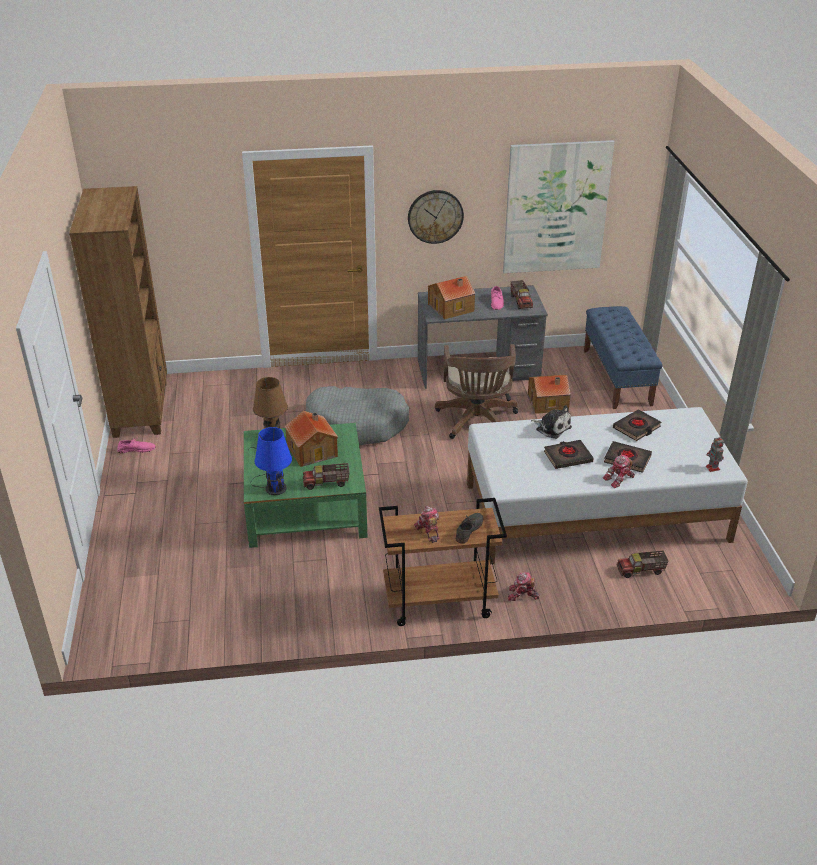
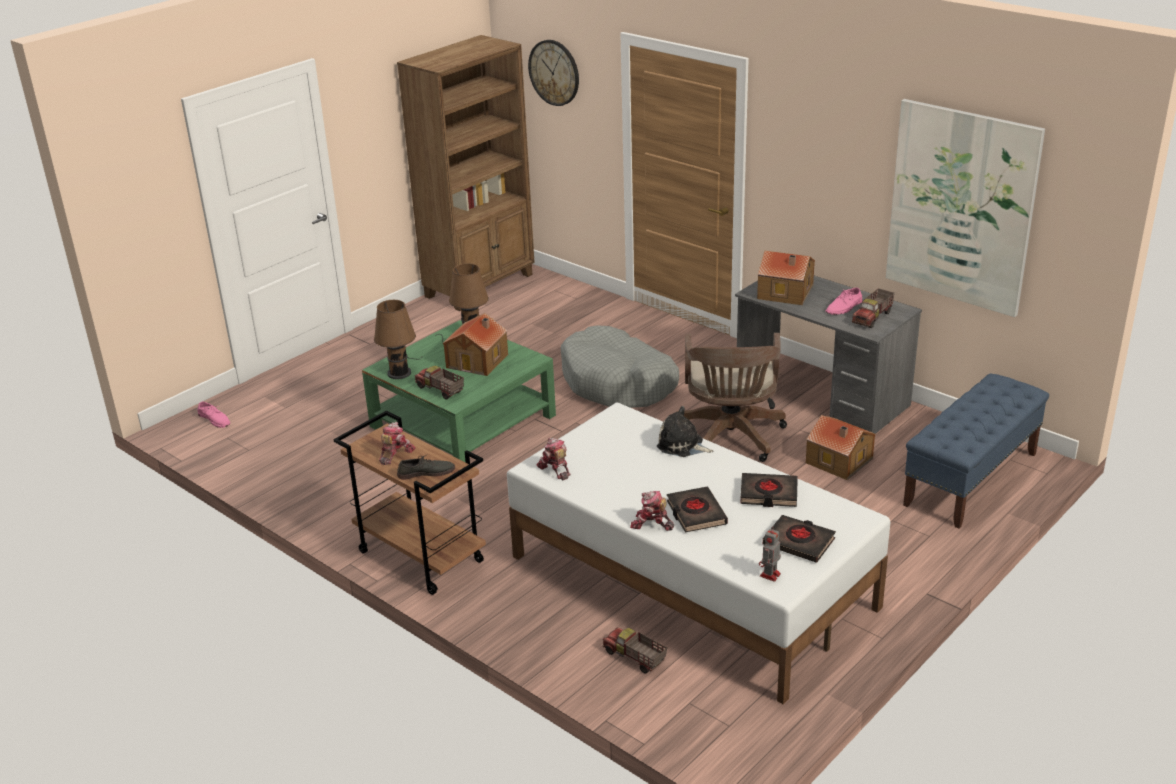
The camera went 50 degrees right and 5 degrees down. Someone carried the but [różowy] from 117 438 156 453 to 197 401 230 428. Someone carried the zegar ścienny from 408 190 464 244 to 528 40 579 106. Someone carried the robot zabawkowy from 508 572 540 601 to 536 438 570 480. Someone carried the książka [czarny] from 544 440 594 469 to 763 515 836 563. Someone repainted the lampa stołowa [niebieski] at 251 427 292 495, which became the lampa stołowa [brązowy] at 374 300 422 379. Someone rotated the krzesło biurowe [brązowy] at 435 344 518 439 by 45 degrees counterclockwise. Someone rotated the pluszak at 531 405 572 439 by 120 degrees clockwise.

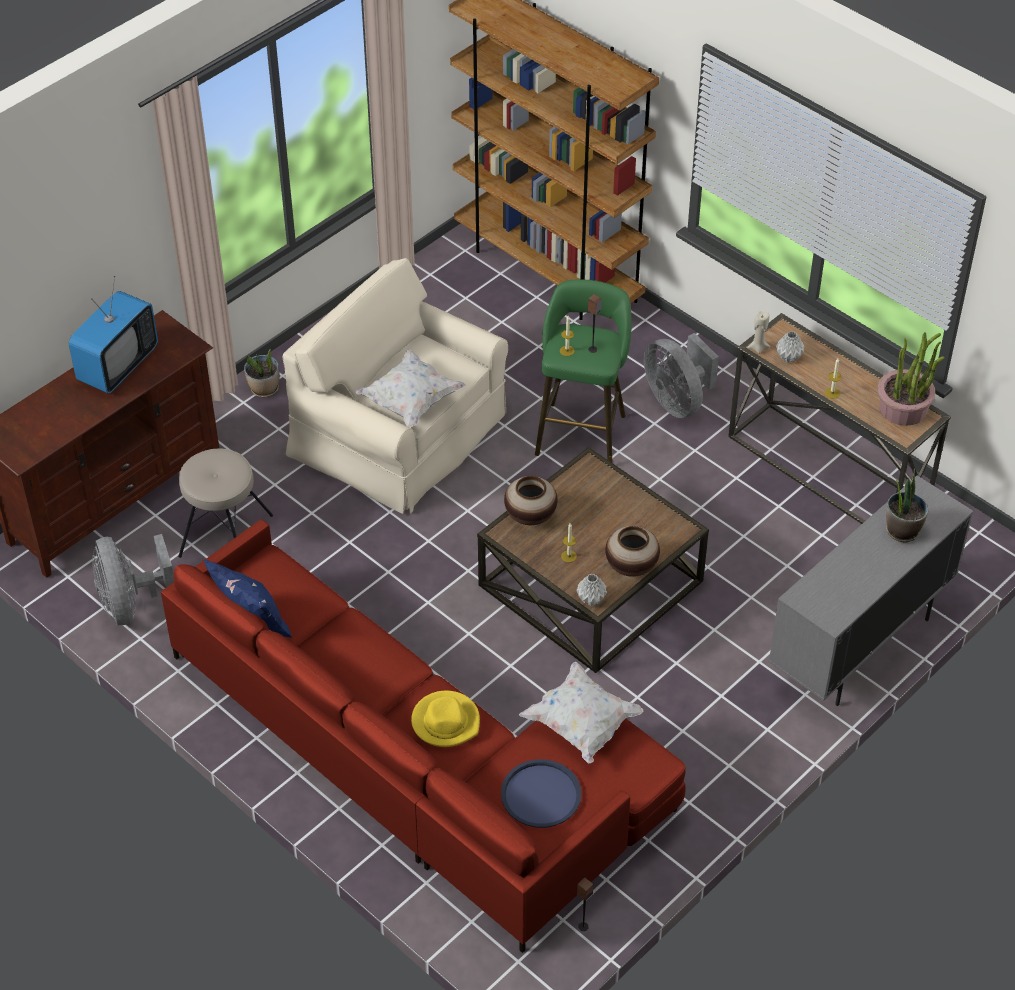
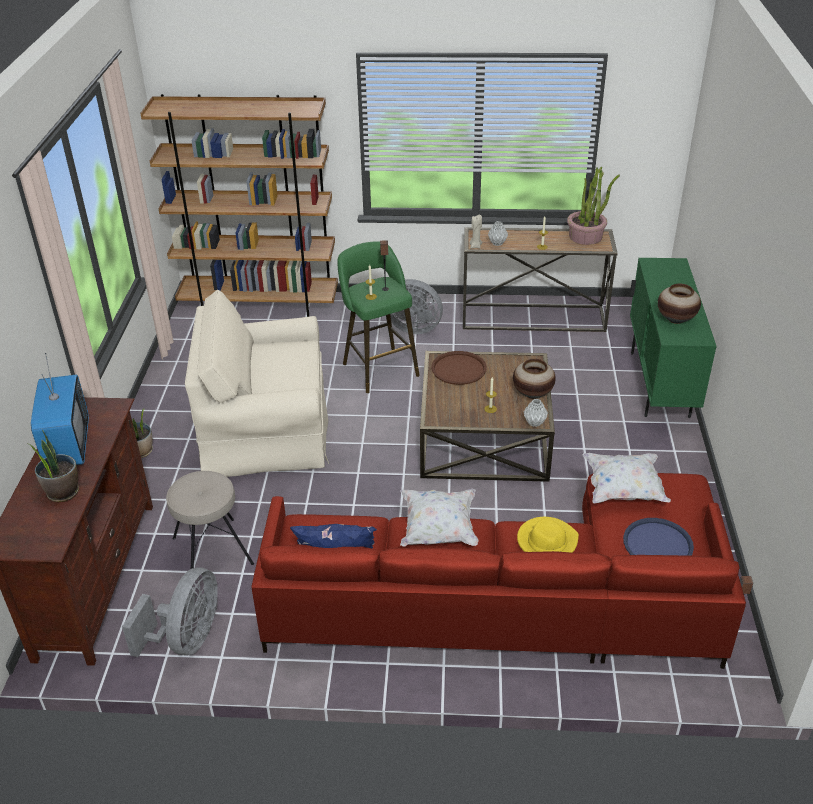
The camera went 40 degrees left and 10 degrees down. Someone put down the taca [brązowy] at 431 351 487 385. Someone carried the poduszka [biały] from 355 349 466 428 to 400 489 479 547. Someone carried the wazon from 504 476 558 525 to 658 284 701 324. Someone carried the roślina doniczkowa from 886 468 928 543 to 29 430 79 502. Someone repainted the szafka [szary] at 769 476 973 706, which became the szafka [zielony] at 630 258 717 418. Someone rotated the wentylator [szary] at 93 534 174 625 by 105 degrees counterclockwise.

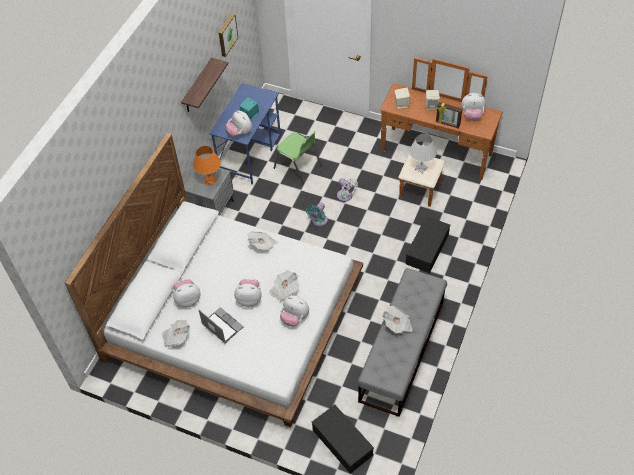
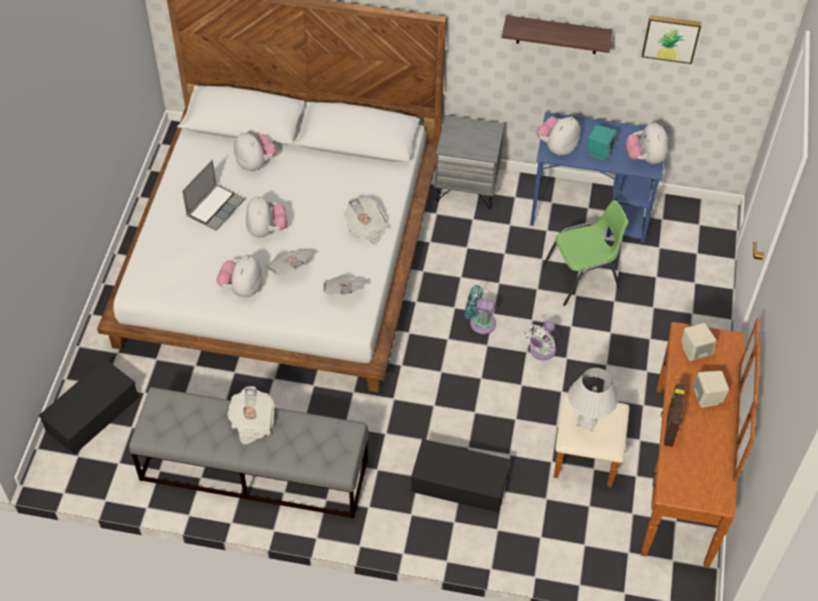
The camera went 75 degrees right and 0 degrees up. Someone took away the lampa stołowa [pomarańczowy] at 193 146 221 186. Someone carried the gazeta from 162 320 190 347 to 323 272 366 296. Someone carried the pluszak from 462 93 486 121 to 626 122 668 164. Someone rotated the krzesło [zielony] at 273 131 322 184 by 135 degrees counterclockwise.

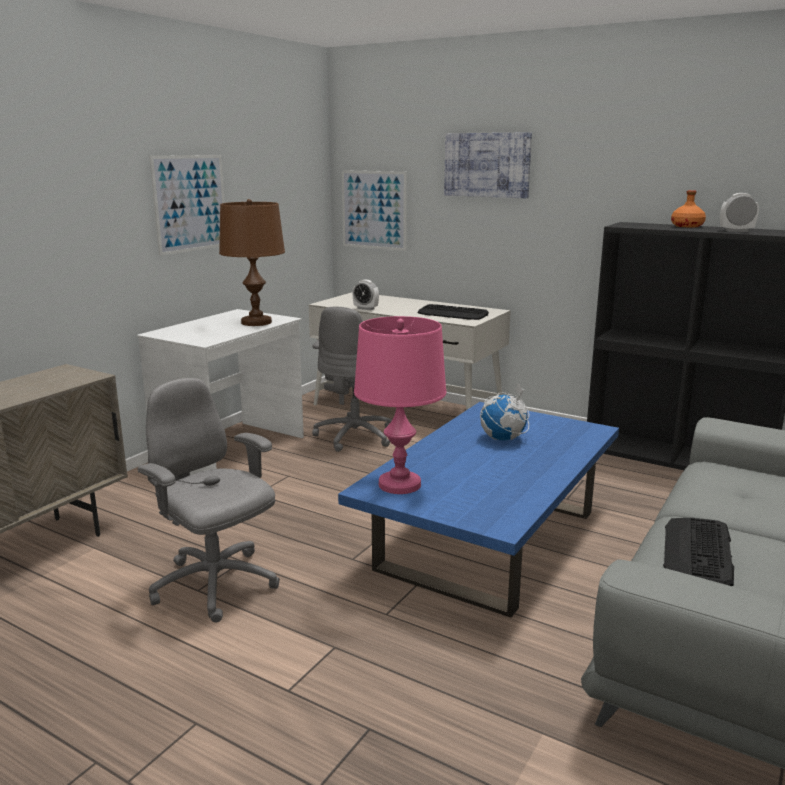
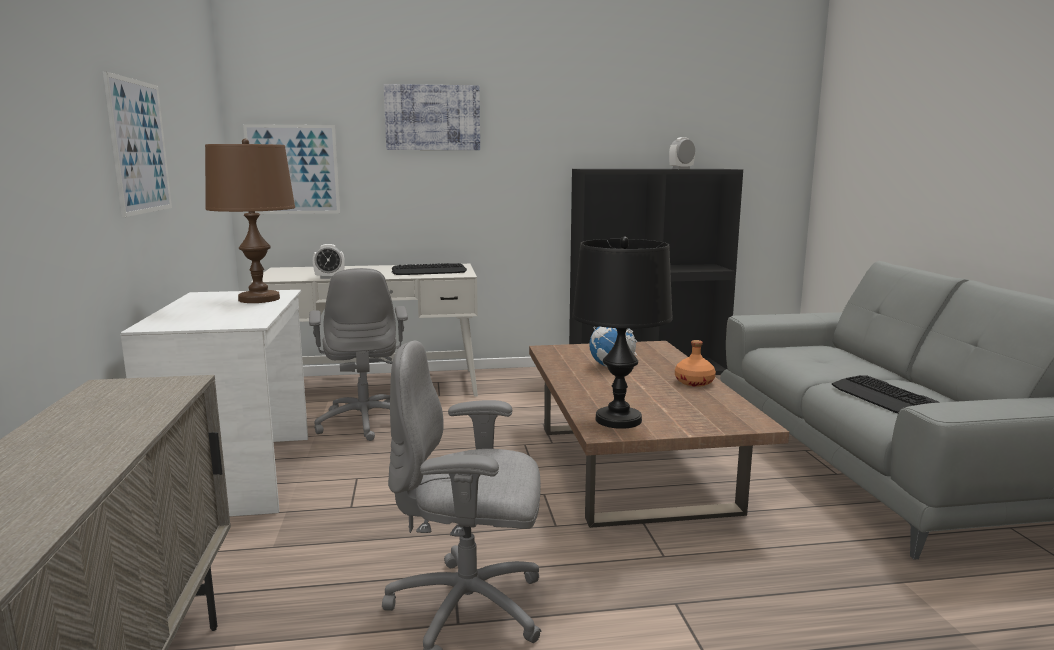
The camera went 40 degrees left and 5 degrees down. Someone carried the butelka [pomarańczowy] from 671 190 706 227 to 675 340 716 387. Someone repainted the ława [niebieski] at 338 402 619 618, which became the ława [brązowy] at 529 341 789 528. Someone repainted the lampa stołowa [różowy] at 354 316 446 494, which became the lampa stołowa [czarny] at 572 237 673 429.

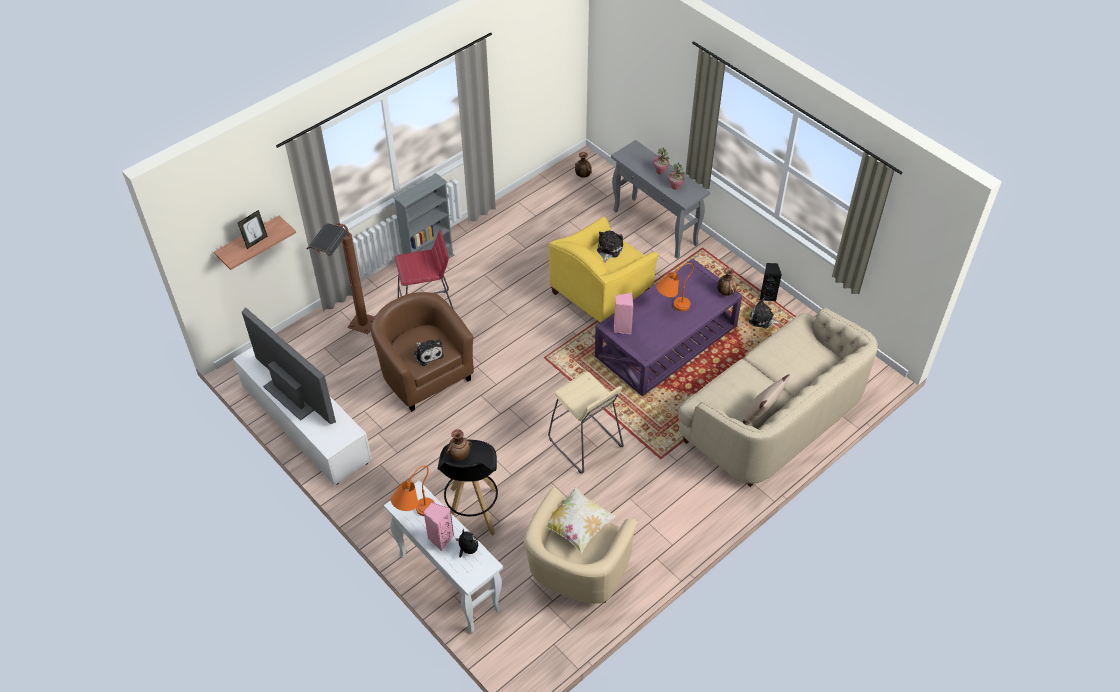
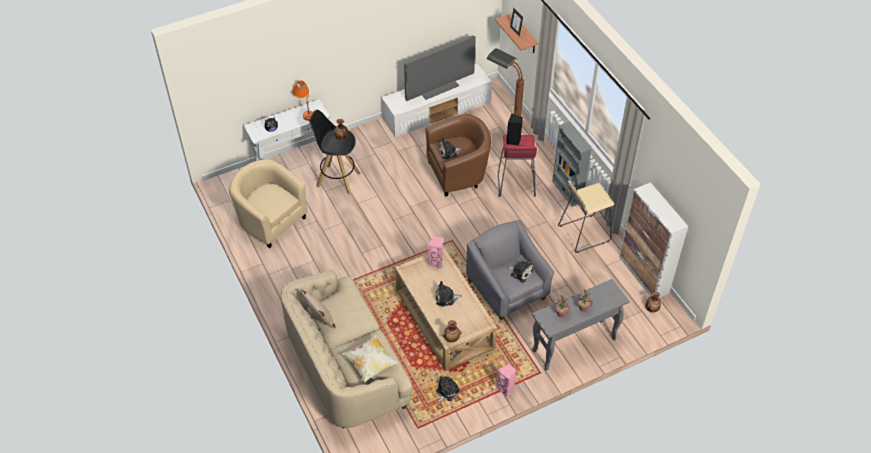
The camera went 105 degrees right and 0 degrees up. Someone put down the szafka at 619 182 688 298. Someone carried the głośnik [różowy] from 423 502 454 551 to 496 364 516 398. Someone carried the poduszka from 547 487 616 554 to 342 334 398 383. Someone carried the stołek [beżowy] from 548 371 624 473 to 558 180 614 253. Someone carried the głośnik [czarny] from 760 263 782 301 to 506 113 523 145. Someone swapped the lampa stołowa [pomarańczowy] at 656 263 694 311 for the pluszak at 436 281 462 307. Someone repainted the fotel [żółty] at 549 217 658 324, which became the fotel [szary] at 466 220 554 320. Someone repainted the ława [fioletowy] at 595 259 742 396, which became the ława [beżowy] at 395 248 497 371.

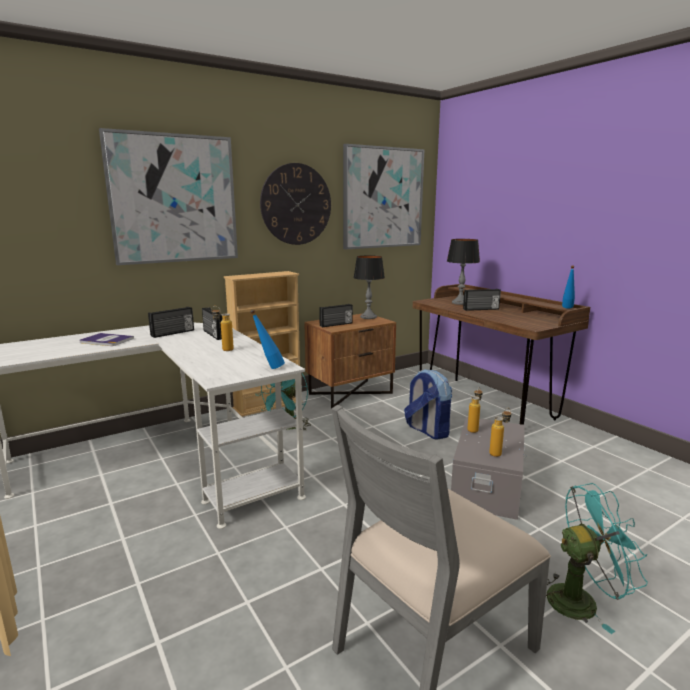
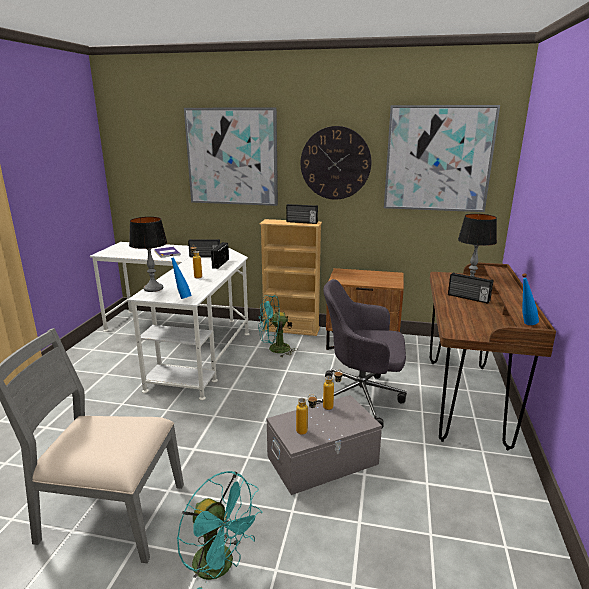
The camera went 45 degrees right and 5 degrees up. Someone carried the radio from 319 304 353 327 to 286 204 318 224. Someone carried the lampa stołowa from 354 255 385 319 to 129 217 167 292. Someone swapped the plecak at 404 369 452 440 for the krzesło biurowe [szary] at 316 279 407 428.

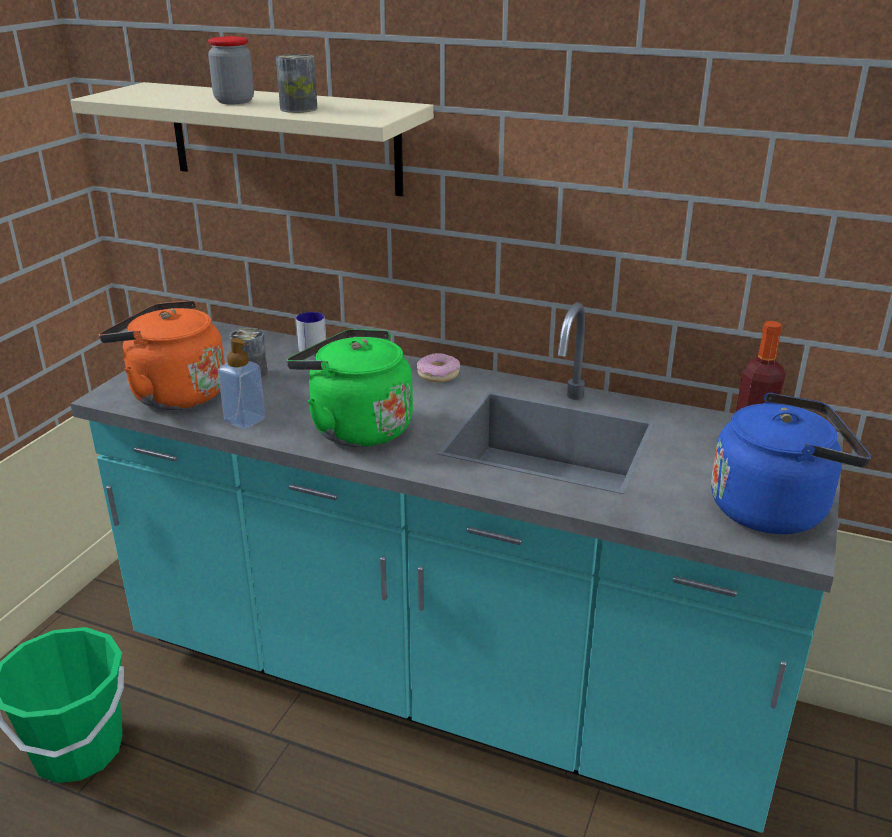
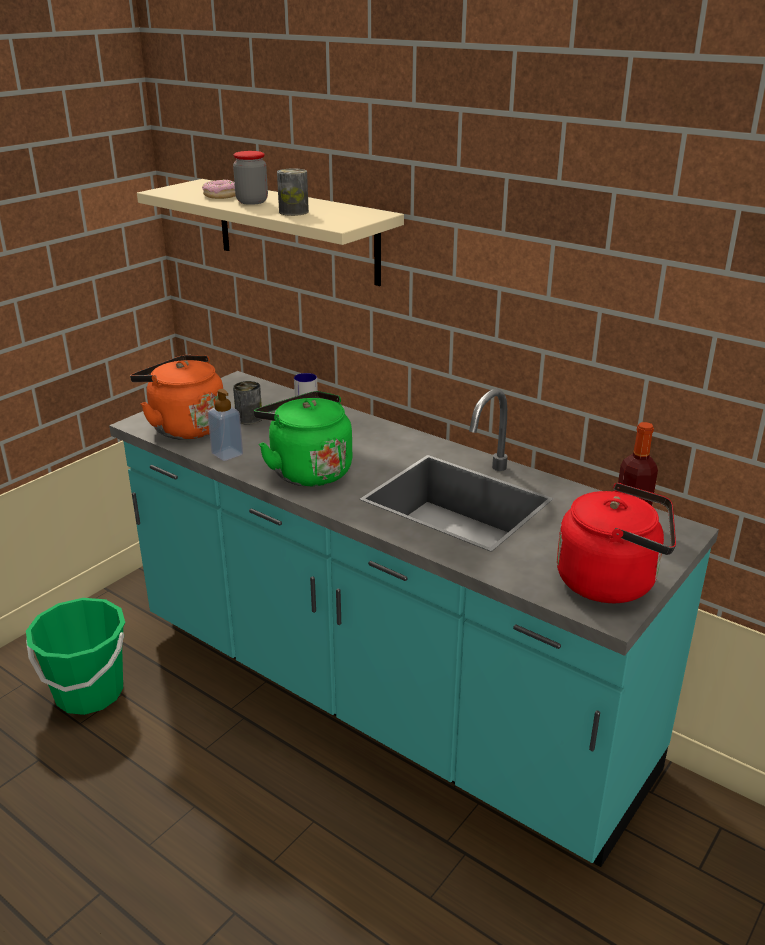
The camera went 15 degrees right and 0 degrees up. Someone carried the donut from 417 353 460 382 to 202 179 236 199. Someone repainted the czajnik [niebieski] at 711 392 871 534, which became the czajnik [czerwony] at 557 483 676 603.

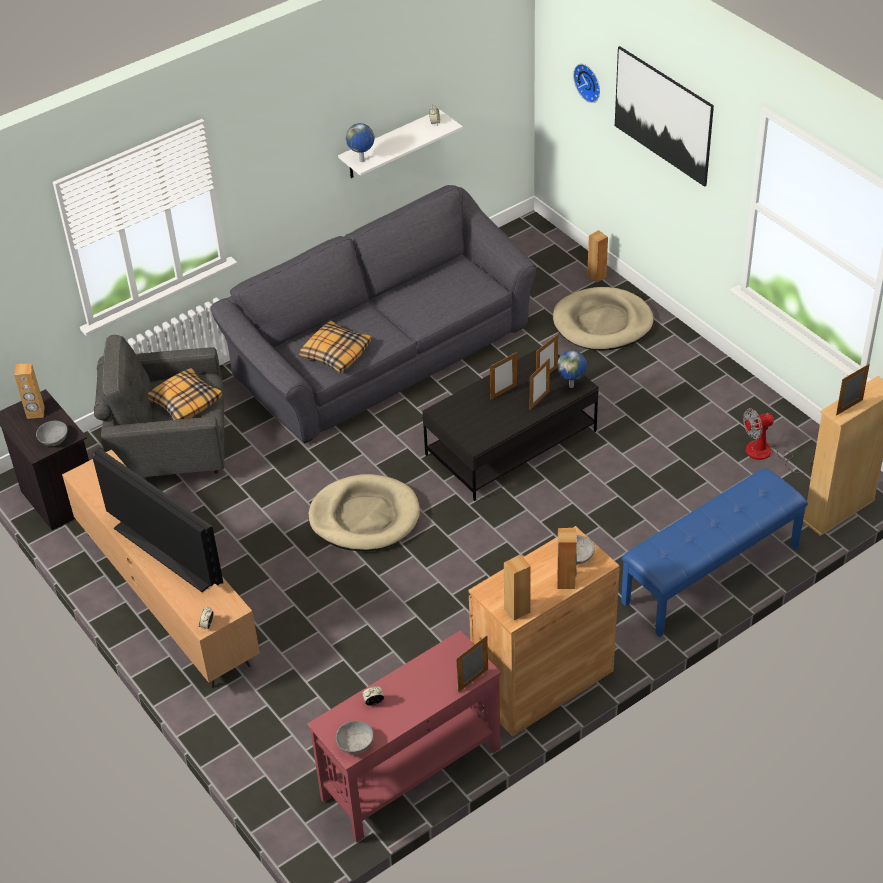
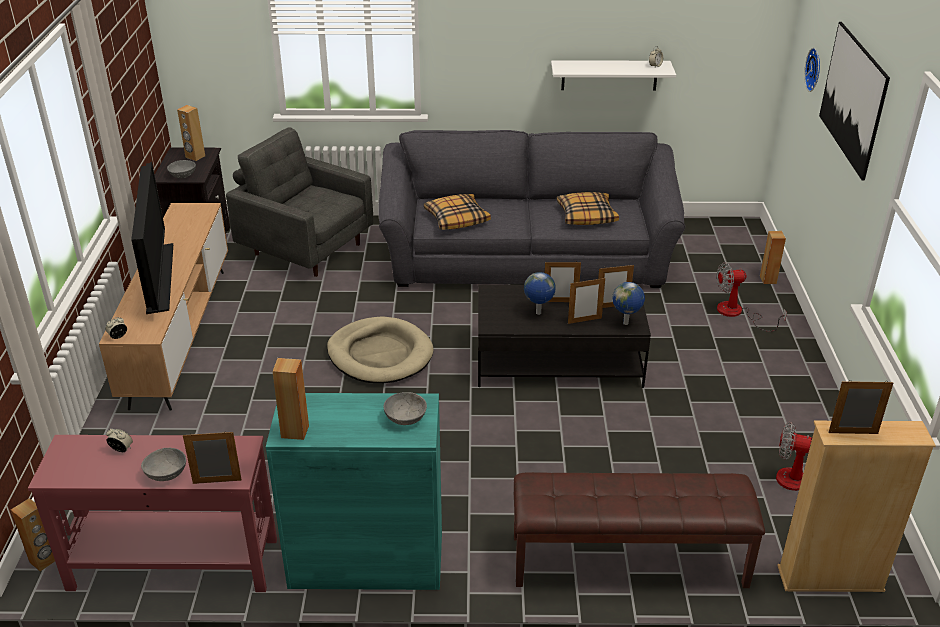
The camera went 35 degrees right and 10 degrees down. Someone carried the poduszka from 148 368 222 420 to 557 192 619 225. Someone carried the miska [szary] from 336 721 374 754 to 141 448 186 481. Someone carried the globus from 346 123 375 162 to 524 272 556 315. Someone carried the głośnik [brązowy] from 557 528 577 589 to 11 498 55 572. Someone swapped the legowisko [beżowy] at 553 287 654 351 for the wentylator at 717 262 787 332. Someone repainted the szafka [brązowy] at 468 526 620 737, which became the szafka [turkusowy] at 266 393 442 590. Someone repainted the ławka [niebieski] at 621 468 808 637, which became the ławka [brązowy] at 514 472 765 588.

